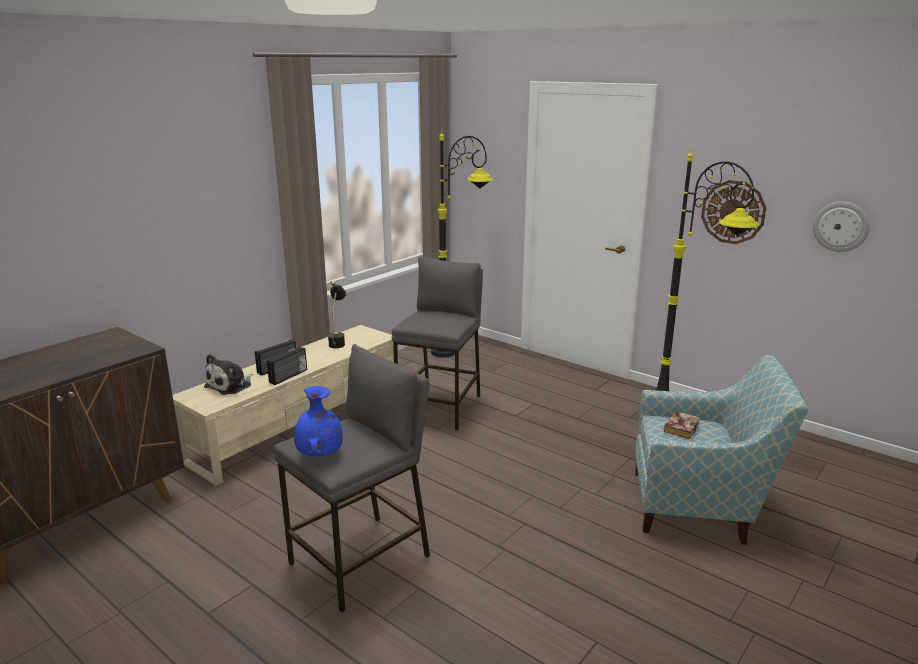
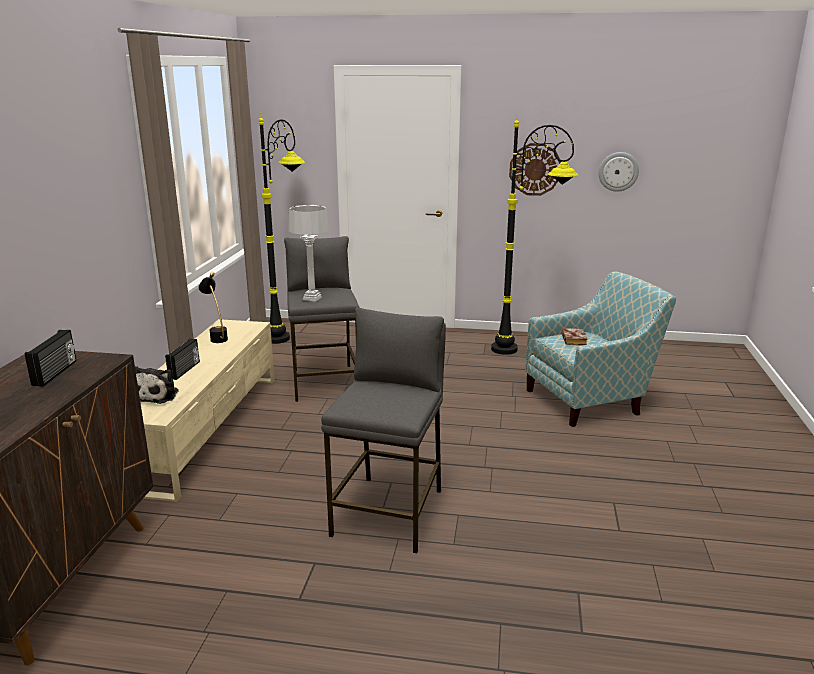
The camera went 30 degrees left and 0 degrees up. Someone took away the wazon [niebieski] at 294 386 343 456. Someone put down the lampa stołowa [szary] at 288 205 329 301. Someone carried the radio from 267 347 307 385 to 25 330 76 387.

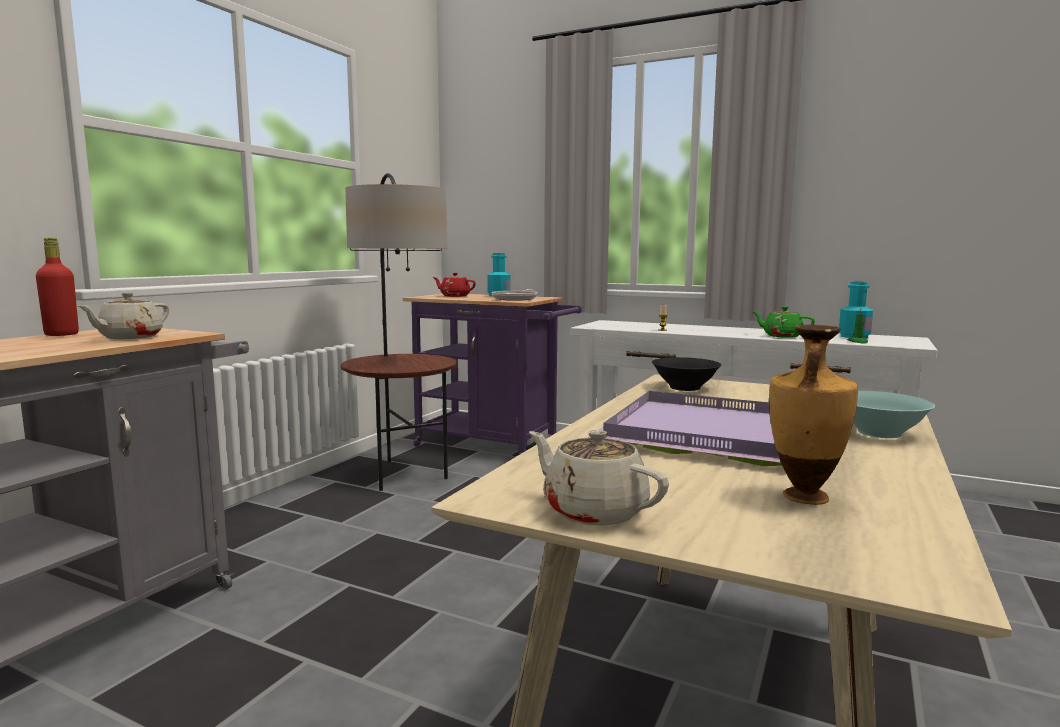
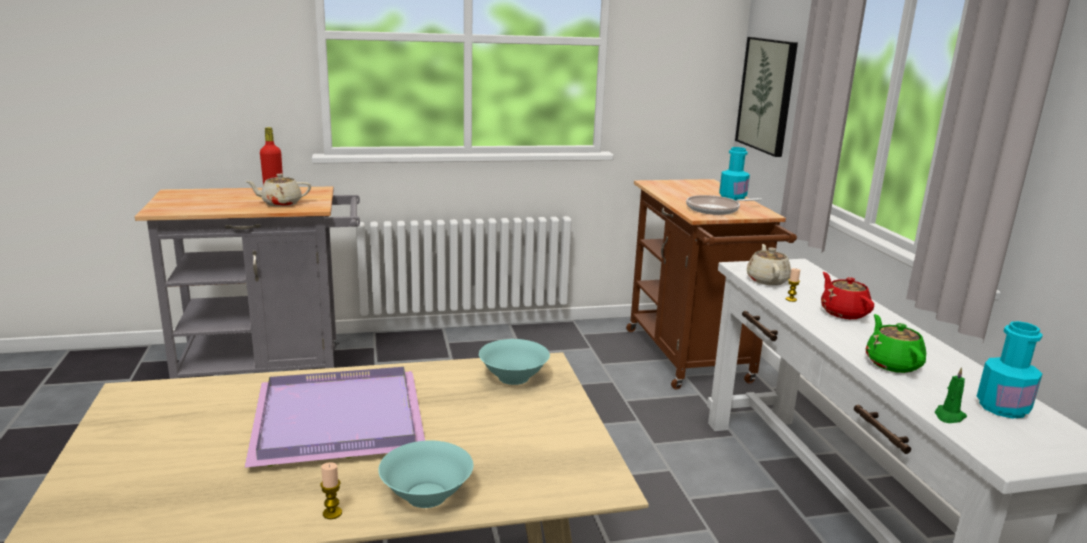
The camera went 50 degrees right and 10 degrees up. Someone took away the lampa stojąca at 341 173 457 491. Someone took away the wazon at 769 325 858 505. Someone put down the świeca at 320 462 342 519. Someone put up the obraz at 735 37 798 157. Someone carried the imbryk [czerwony] from 433 273 476 297 to 821 272 874 319. Someone carried the imbryk [beżowy] from 529 430 669 526 to 747 244 791 285. Someone repainted the wózek [fioletowy] at 403 294 582 455, which became the wózek [brązowy] at 626 179 797 390. Someone repainted the miska [czarny] at 652 357 721 391, which became the miska [turkusowy] at 479 339 550 385.

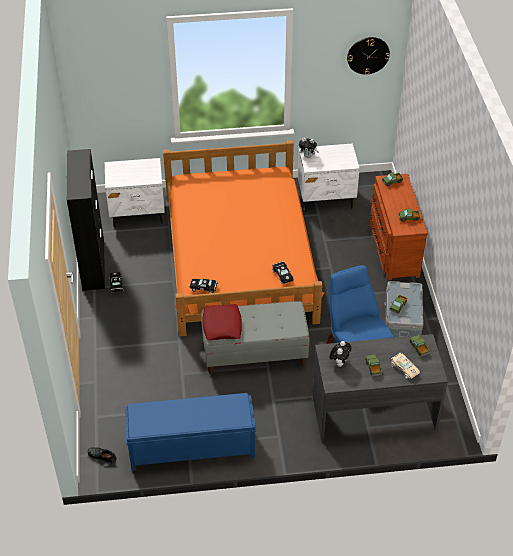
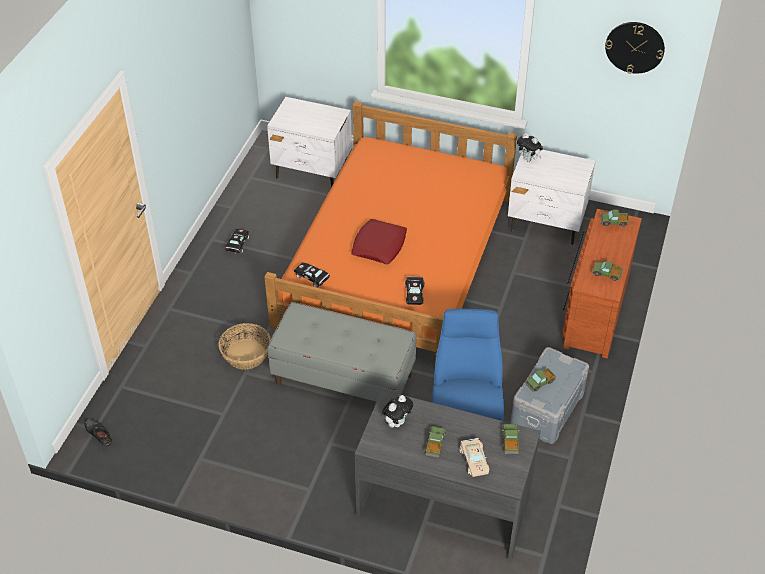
The camera went 25 degrees right and 0 degrees up. Someone took away the szafka [czarny] at 67 149 105 291. Someone took away the ławka [niebieski] at 125 393 256 471. Someone put down the koszyk at 218 323 271 370. Someone carried the poduszka [czerwony] from 203 304 242 341 to 351 219 407 264.

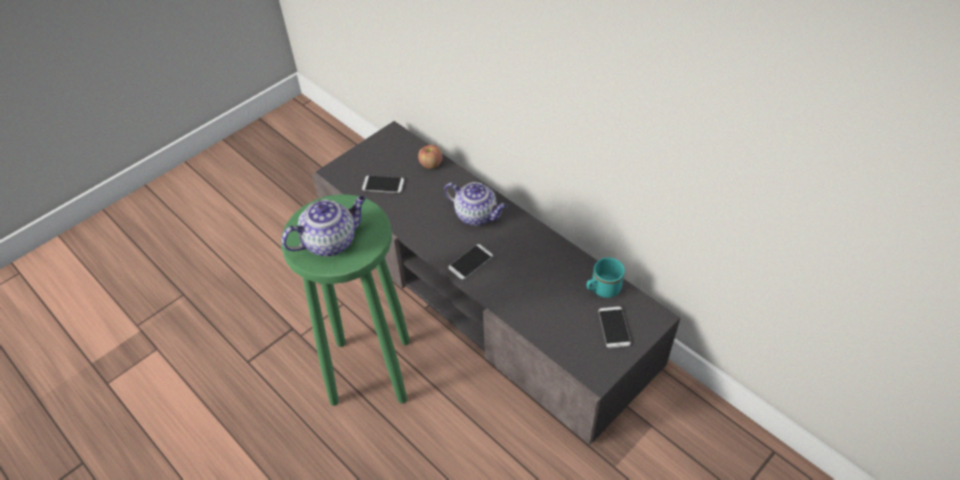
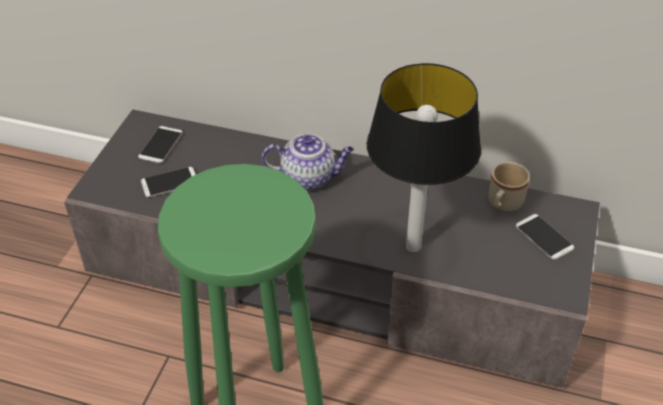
The camera went 30 degrees left and 5 degrees down. Someone took away the imbryk at 282 196 366 257. Someone took away the jabłko at 418 145 442 169. Someone put down the lampa stołowa at 367 63 481 253. Someone carried the telefon from 448 244 493 280 to 138 126 183 163. Someone repainted the kubek [turkusowy] at 587 258 625 298, which became the kubek [beżowy] at 488 162 530 211.

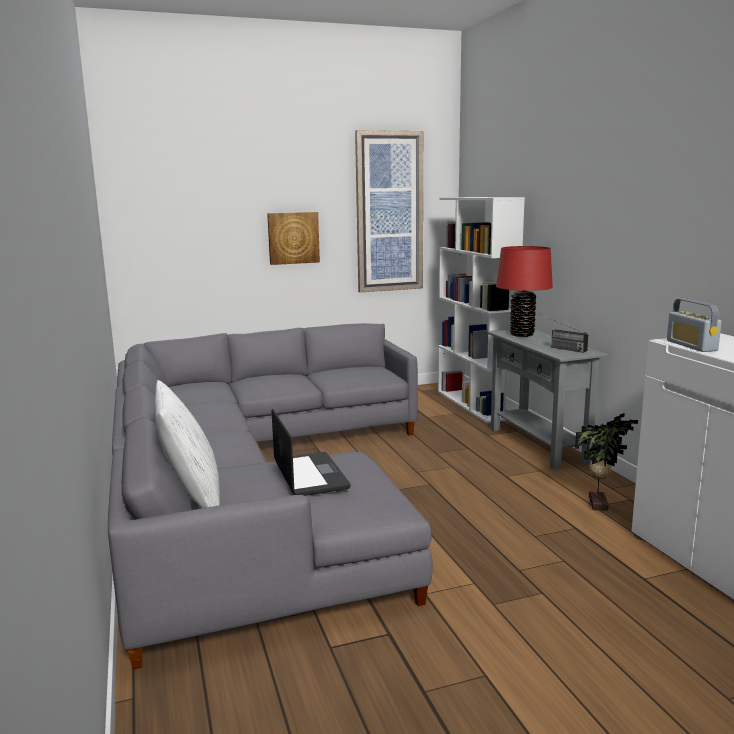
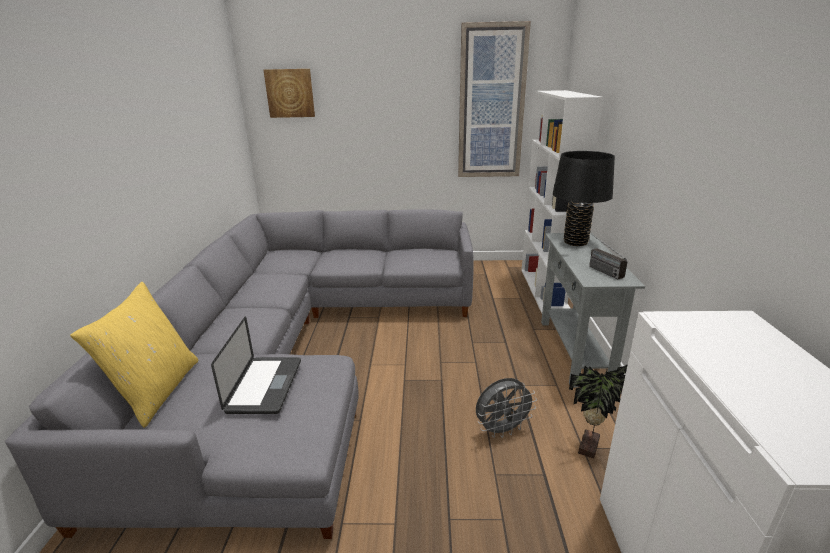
The camera went 20 degrees right and 10 degrees up. Someone took away the radio at 667 299 722 352. Someone put down the wentylator [szary] at 476 378 537 438. Someone carried the obraz from 267 212 320 265 to 263 69 315 118. Someone repainted the poduszka [biały] at 155 380 220 508, which became the poduszka [żółty] at 70 282 198 428. Someone repainted the lampa stołowa [czerwony] at 496 246 553 337, which became the lampa stołowa [czarny] at 553 151 615 246.

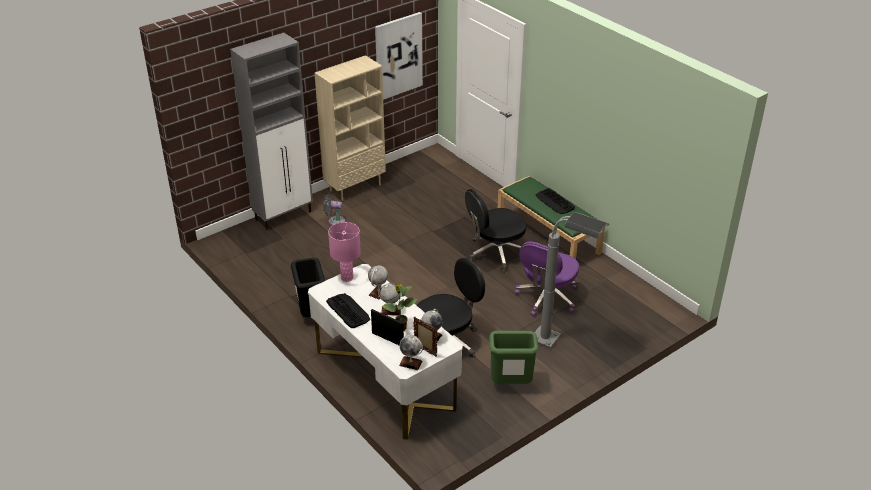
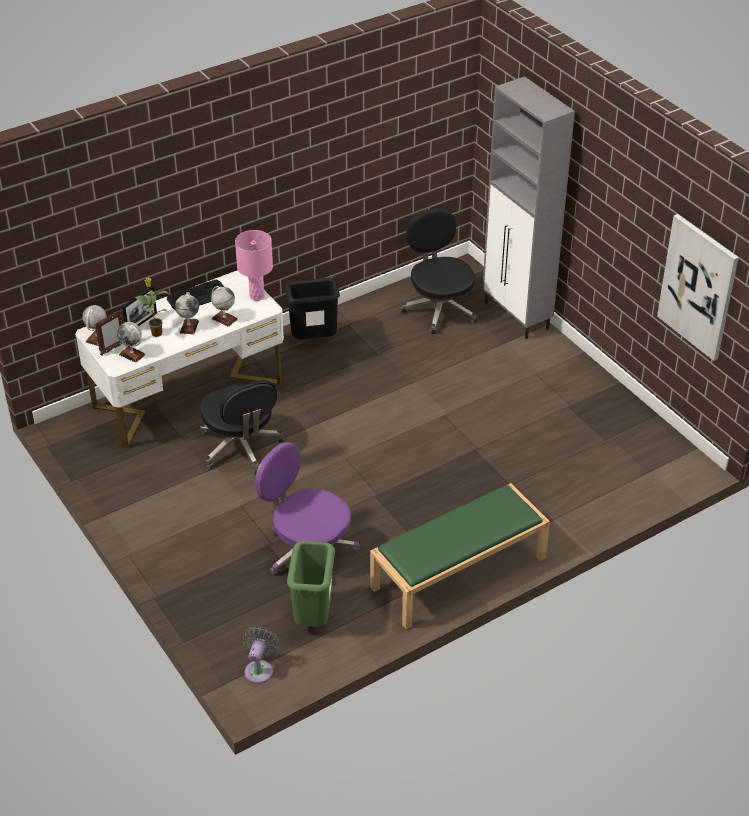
The camera went 95 degrees right and 5 degrees up. Someone took away the regał [beżowy] at 314 55 386 201. Someone took away the lampa stojąca [szary] at 534 212 609 347. Someone took away the klawiatura at 536 188 575 214. Someone carried the wentylator [szary] from 323 193 345 226 to 242 626 280 684. Someone carried the krzesło biurowe [czarny] from 465 189 526 273 to 401 208 477 334. Someone carried the kosz na śmieci [zielony] from 489 331 538 384 to 287 541 335 627.

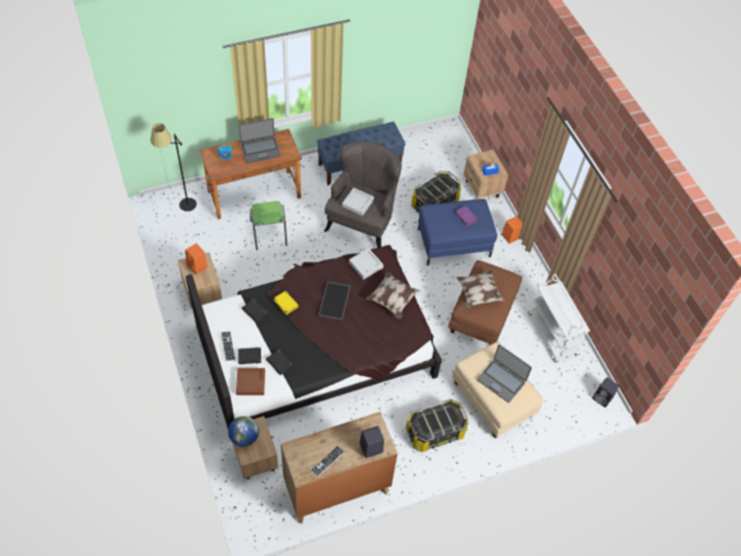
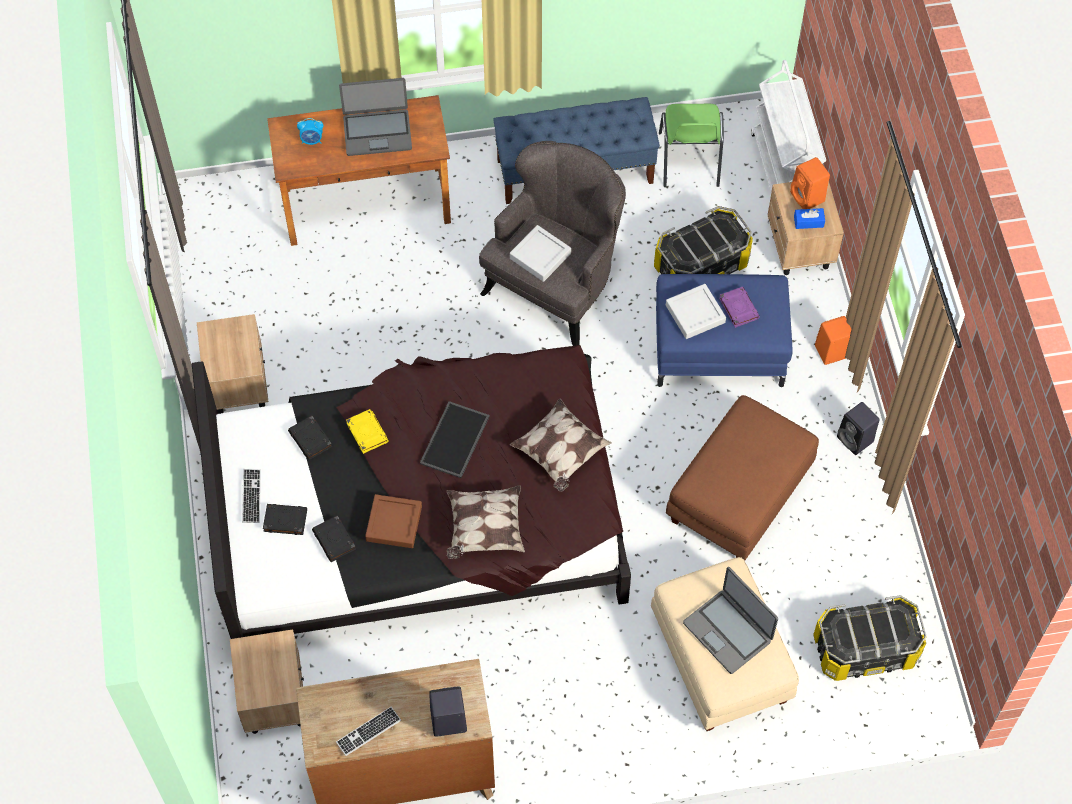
The camera went 15 degrees right and 5 degrees up. Someone took away the lampa stojąca [czarny] at 150 123 197 211. Someone took away the globus at 228 416 259 447. Someone carried the głośnik [pomarańczowy] from 185 243 208 274 to 790 157 830 209. Someone carried the taca [brązowy] from 236 368 265 395 to 365 494 422 548. Someone carried the krzesło [zielony] from 250 201 287 250 to 659 104 724 187. Someone carried the taca [szary] from 349 248 384 280 to 666 284 726 339. Someone carried the pojemnik do przechowywania from 406 399 468 452 to 813 595 927 681. Someone carried the poduszka from 456 270 504 309 to 447 485 525 559. Someone carried the wózek [biały] from 528 274 590 363 to 751 60 826 193. Someone carried the głośnik [czarny] from 592 377 619 407 to 837 402 879 455.

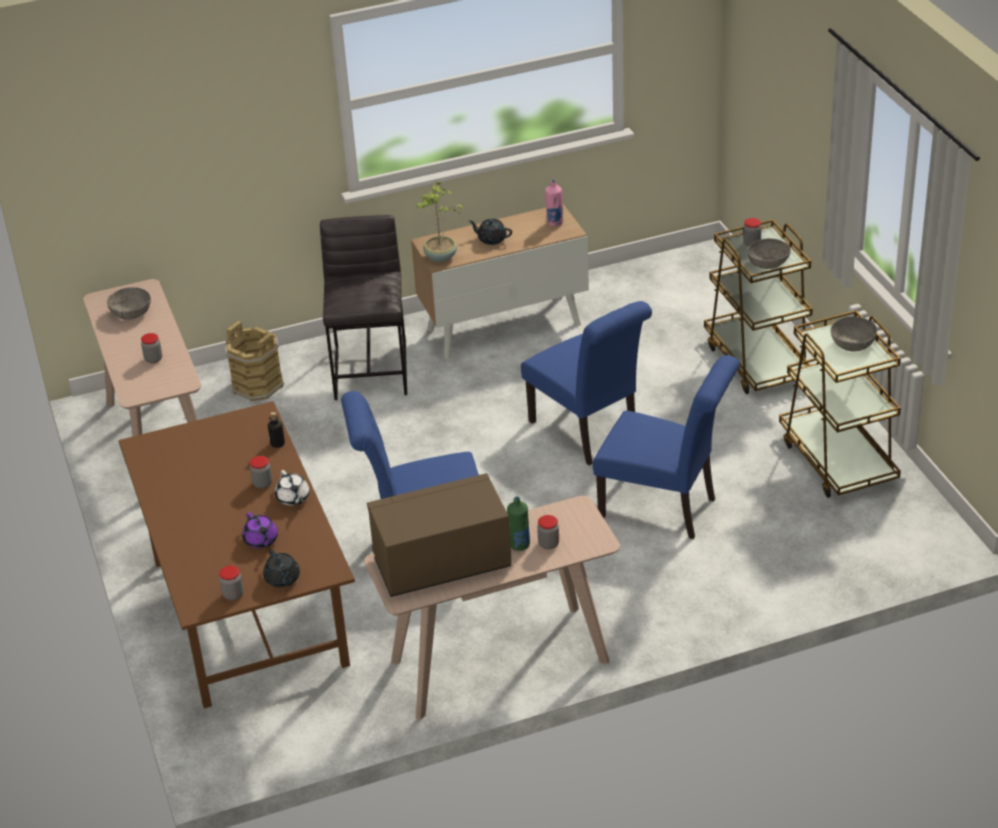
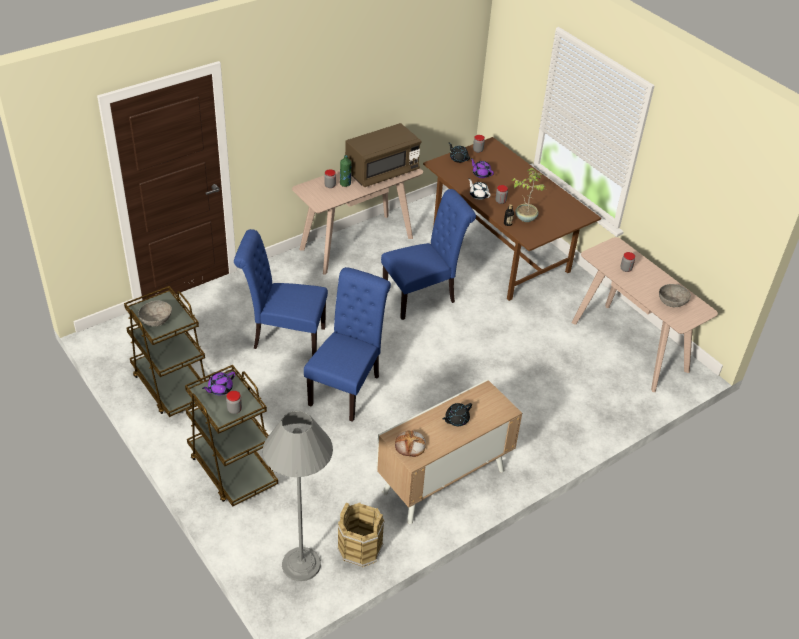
The camera went 160 degrees right and 5 degrees up. Someone took away the stołek [szary] at 320 215 407 400. Someone put down the lampa stojąca [szary] at 263 411 333 581. Someone carried the wiadro [brązowy] from 225 321 284 401 to 337 502 385 567. Someone carried the roślina doniczkowa from 417 181 463 262 to 512 168 546 222. Someone swapped the butelka [różowy] at 545 180 563 227 for the chleb at 395 430 426 457. Someone swapped the miska [szary] at 747 238 791 269 for the imbryk [fioletowy] at 202 372 235 395. Someone rotated the imbryk [czarny] at 469 219 512 245 by 135 degrees clockwise. Someone rotated the krzesło [niebieski] at 521 301 652 465 by 75 degrees clockwise.

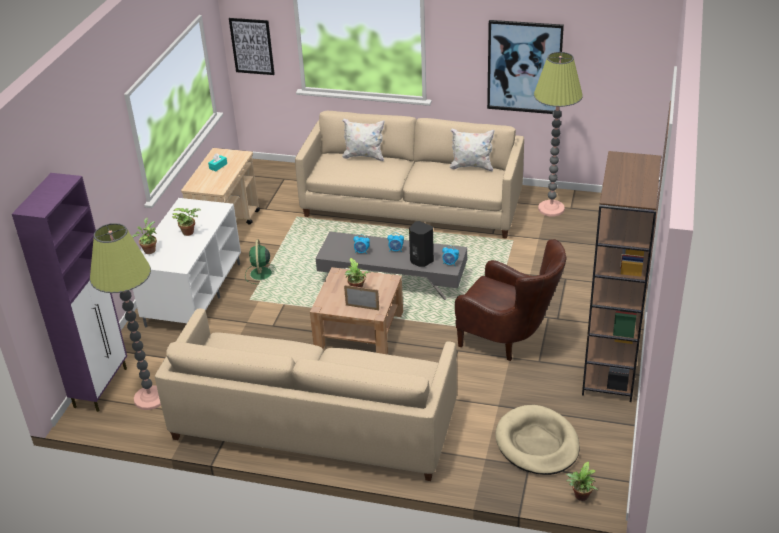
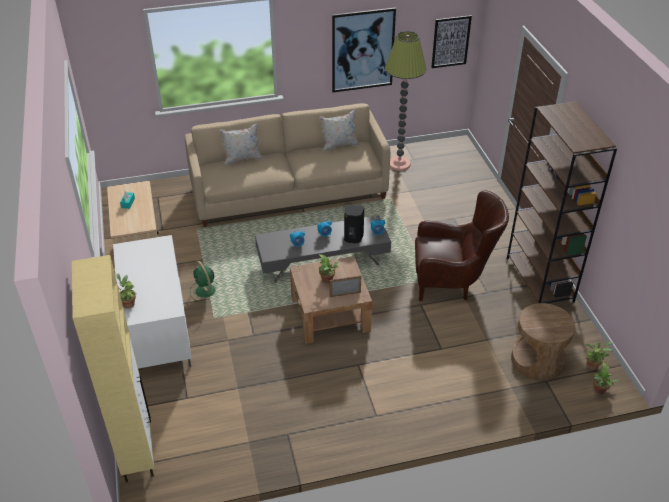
The camera went 30 degrees left and 5 degrees up. Someone took away the lampa stojąca at 90 223 161 410. Someone took away the kanapa [beżowy] at 155 309 457 481. Someone carried the roślina doniczkowa from 172 208 201 236 to 585 342 613 370. Someone carried the obraz from 229 18 275 75 to 431 15 472 68. Someone swapped the legowisko [beżowy] at 495 405 580 475 for the stolik [brązowy] at 511 303 575 381. Someone repainted the szafka [fioletowy] at 12 173 127 412, which became the szafka [beżowy] at 72 255 154 482.

